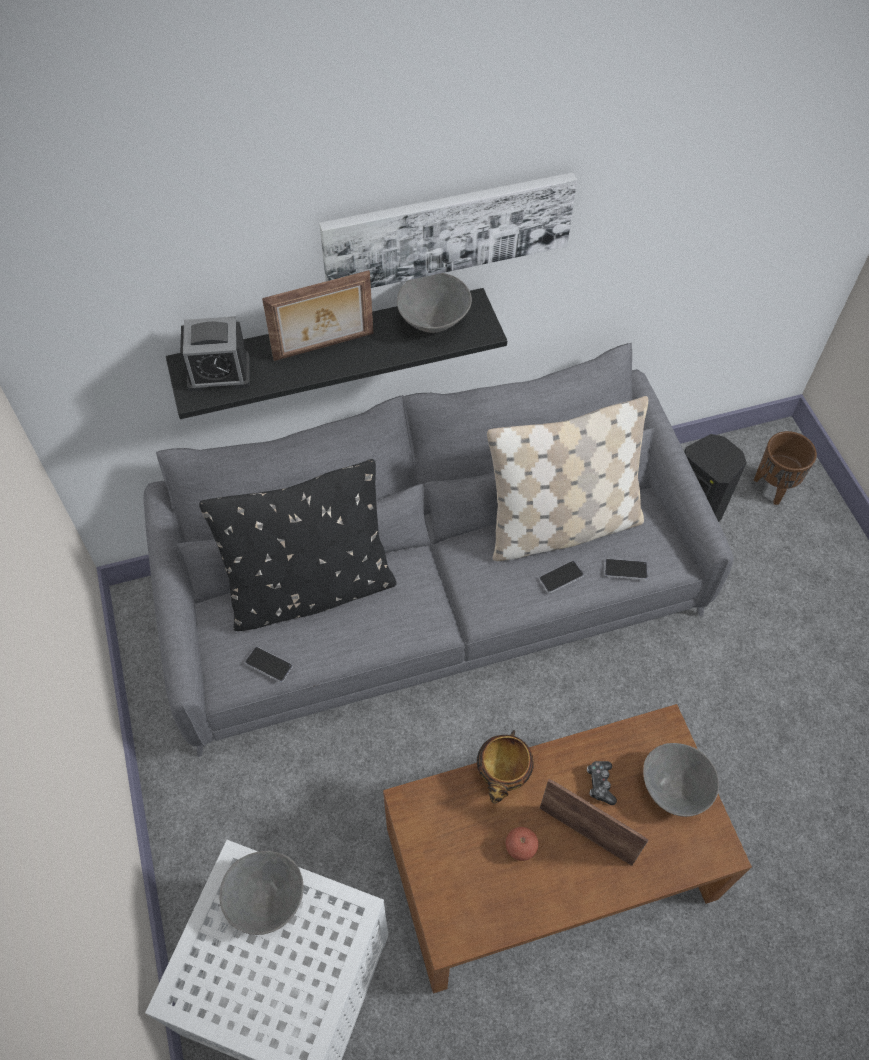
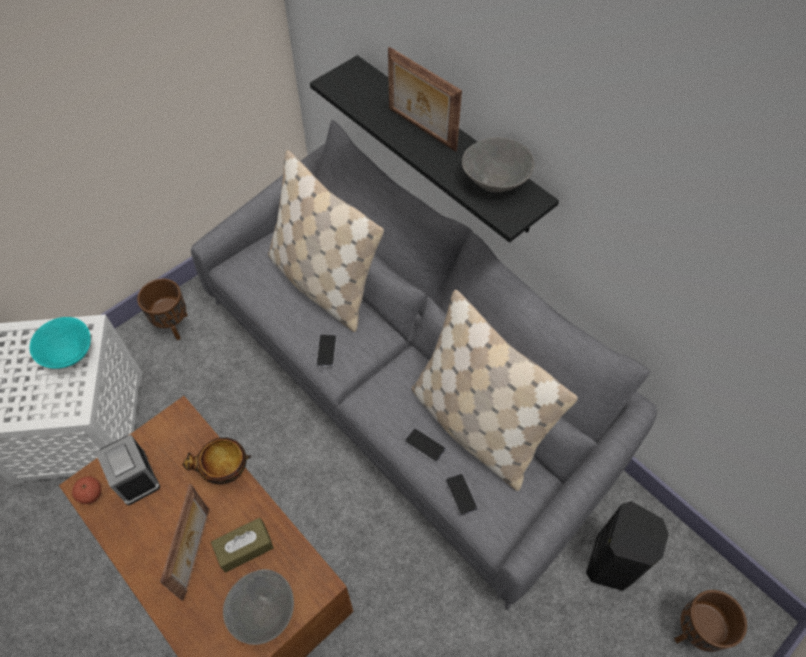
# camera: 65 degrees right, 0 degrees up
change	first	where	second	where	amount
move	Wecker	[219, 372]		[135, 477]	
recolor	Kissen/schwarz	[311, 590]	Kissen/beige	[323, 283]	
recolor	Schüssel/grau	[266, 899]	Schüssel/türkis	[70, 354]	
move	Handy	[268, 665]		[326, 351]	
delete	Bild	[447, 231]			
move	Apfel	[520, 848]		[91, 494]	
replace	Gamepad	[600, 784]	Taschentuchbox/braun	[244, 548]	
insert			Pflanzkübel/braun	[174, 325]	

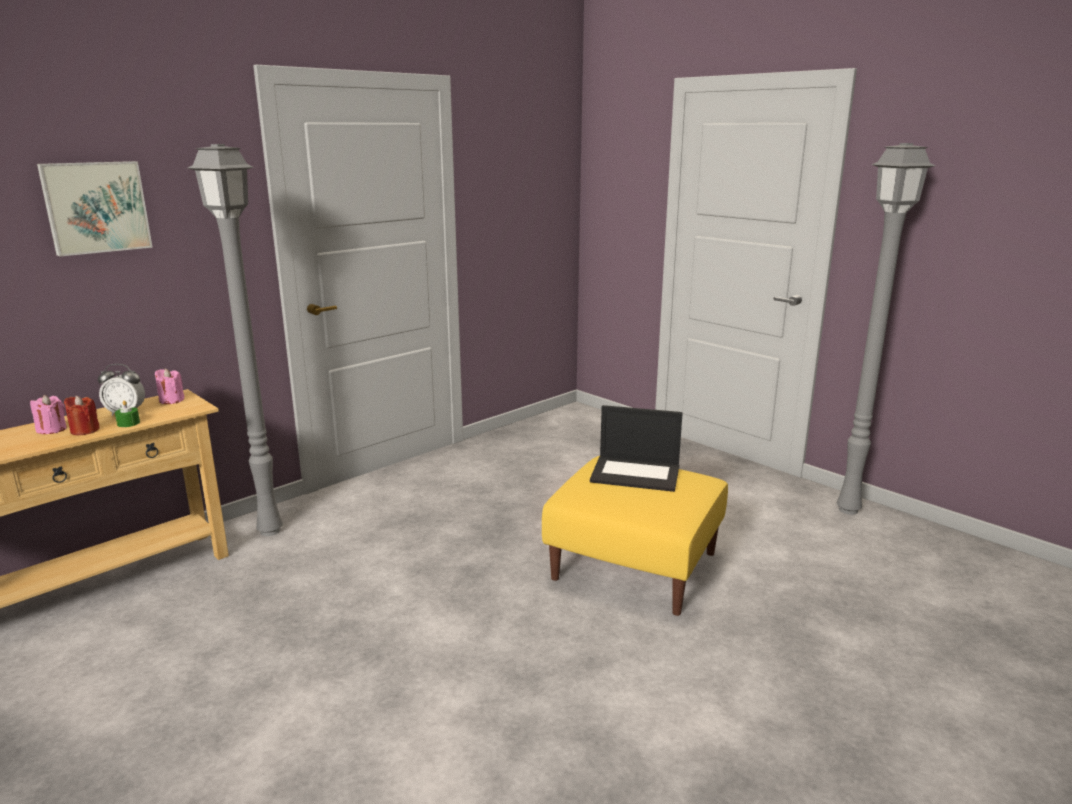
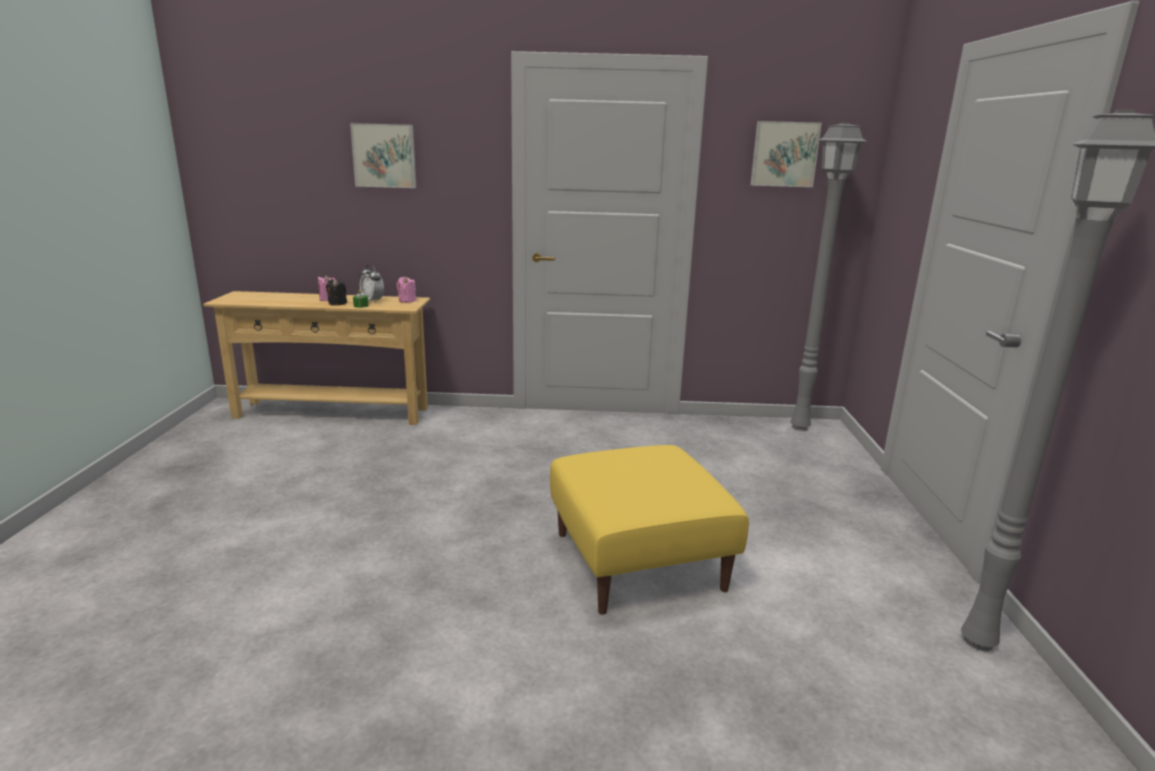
# camera: 45 degrees right, 0 degrees up
change	first	where	second	where	amount
recolor	Kerze/rot	[85, 430]	Kerze/schwarz	[337, 303]	
move	Stehlampe/grau	[272, 530]		[801, 428]	
delete	Laptop	[636, 474]			
insert			Bild	[784, 154]	

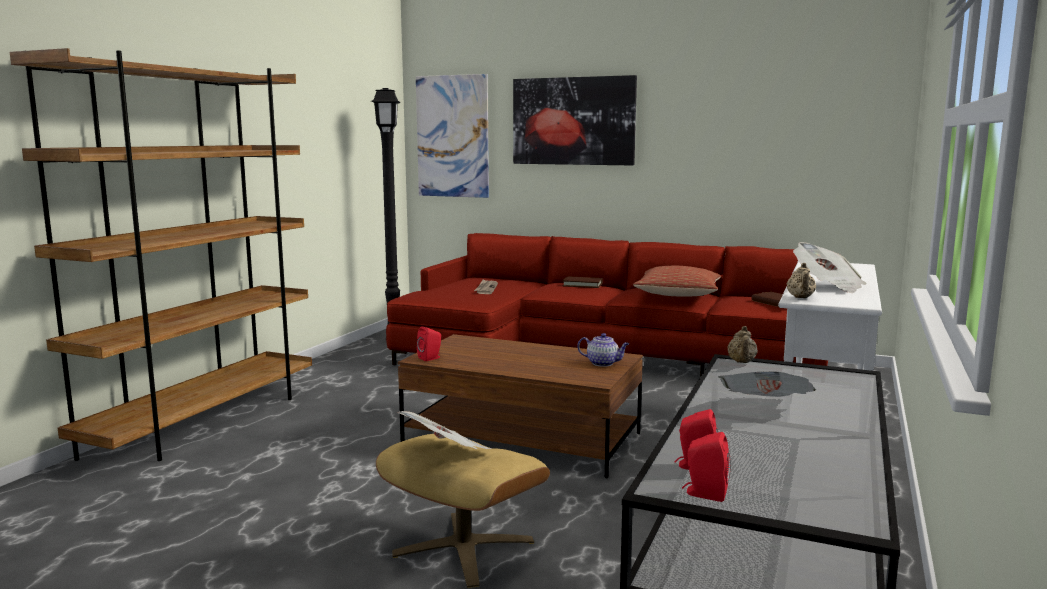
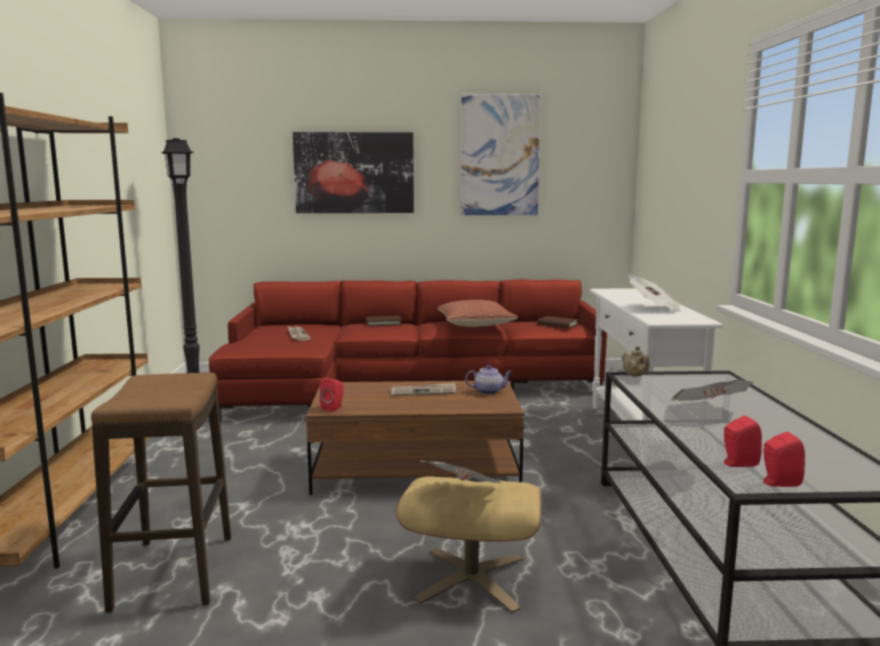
# camera: 25 degrees left, 0 degrees up
change	first	where	second	where	amount
move	Bild	[452, 136]		[500, 155]	
delete	Teekanne/beige	[800, 298]			
insert			Hocker	[174, 572]	
insert			Zeitung	[423, 392]	

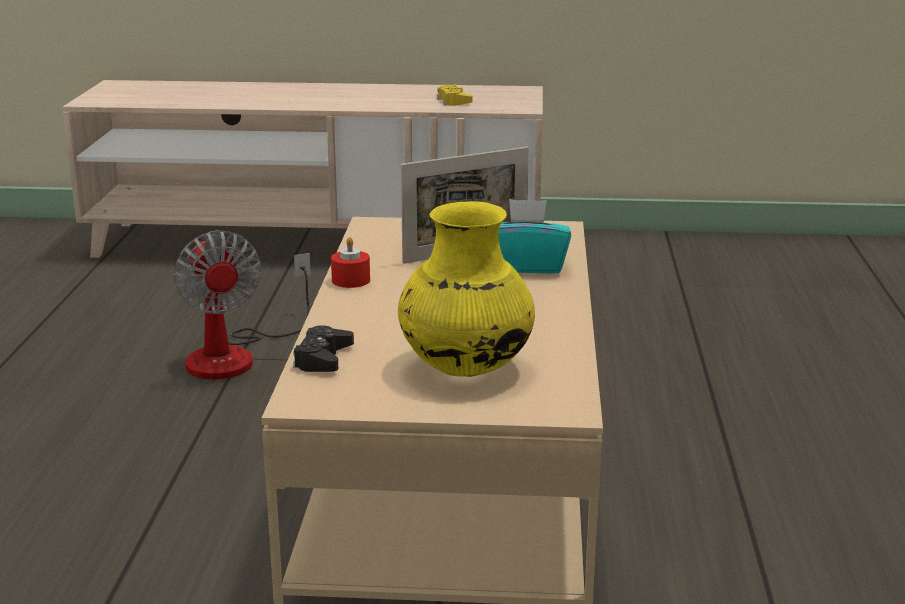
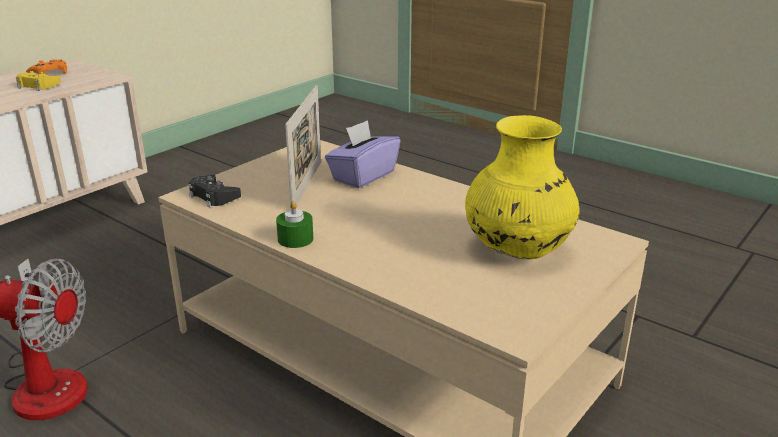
# camera: 55 degrees left, 5 degrees up
change	first	where	second	where	amount
move	Gamepad/schwarz	[323, 359]		[213, 196]	
recolor	Kerze/rot	[351, 280]	Kerze/grün	[295, 239]	
recolor	Taschentuchbox/türkis	[525, 266]	Taschentuchbox/lila	[363, 176]	
insert			Gamepad/orange	[50, 73]	

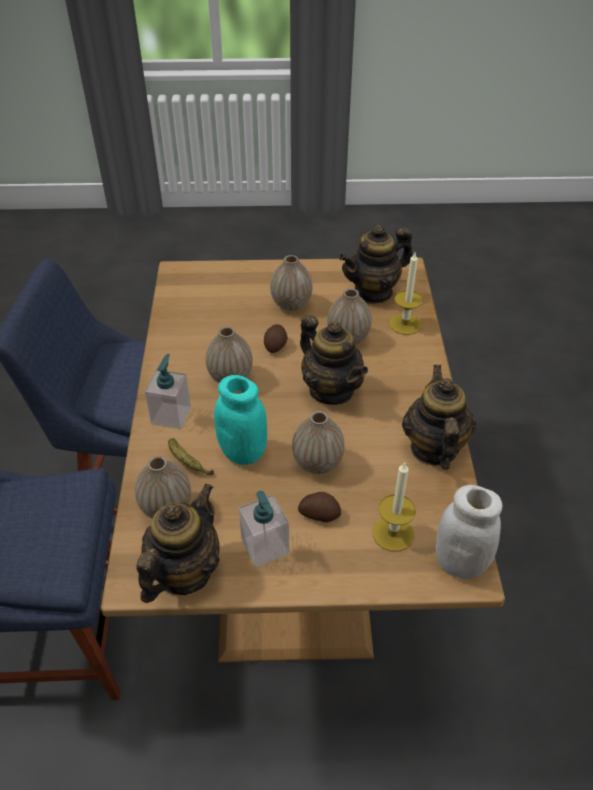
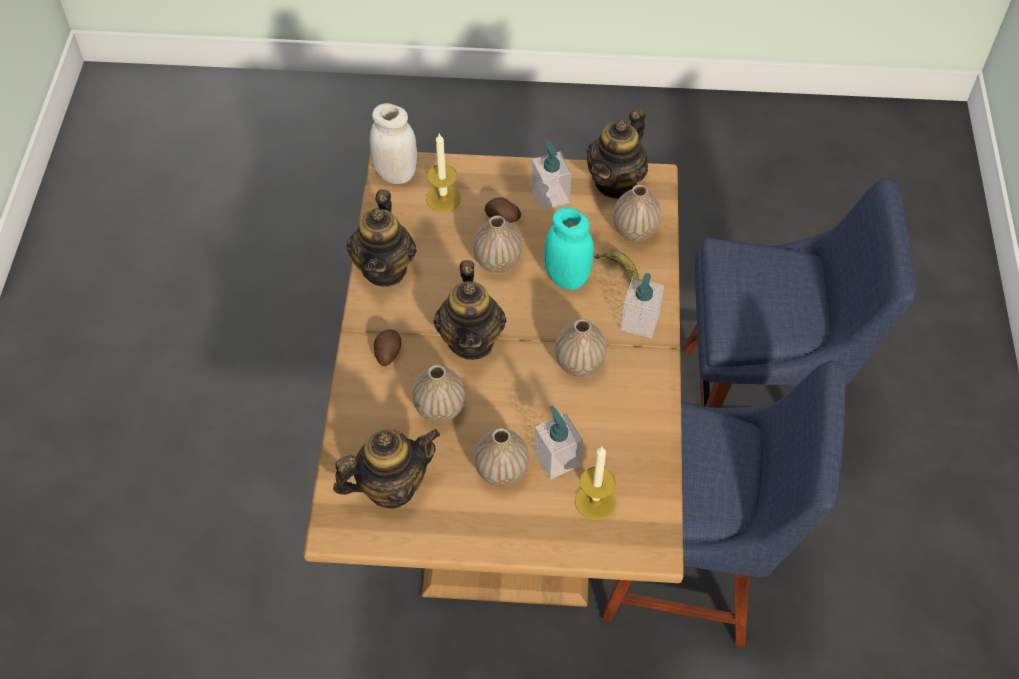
# camera: 175 degrees left, 10 degrees up
change	first	where	second	where	amount
move	Kartoffel	[276, 345]		[387, 352]	
rotate	Teekanne	[331, 390]		[471, 340]	150 degrees counterclockwise
move	Kerze	[405, 324]		[595, 501]	
insert			Seifenspender	[557, 459]	

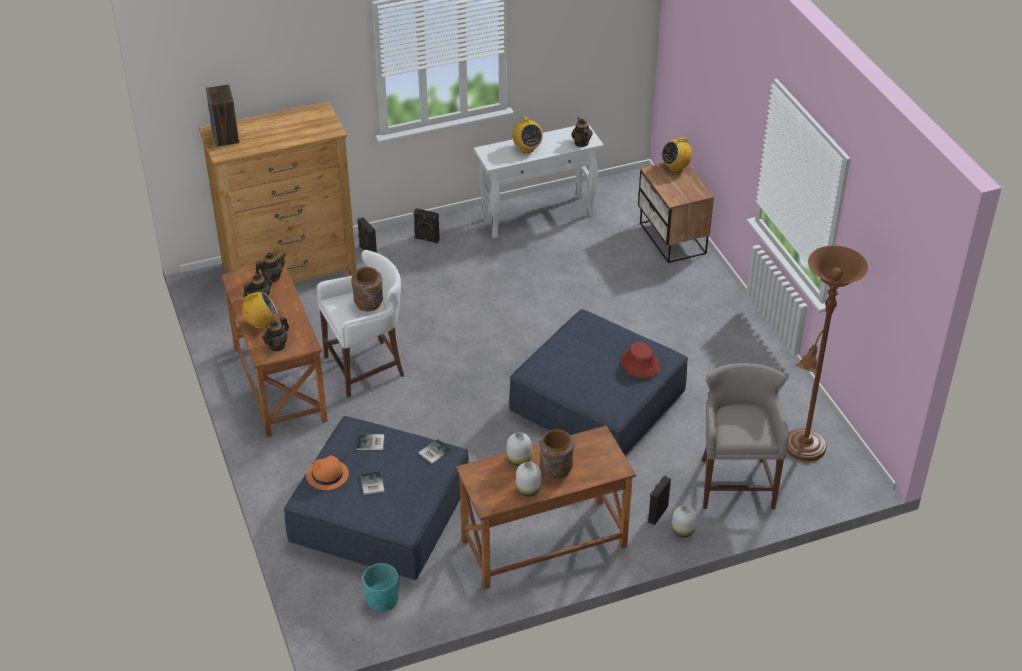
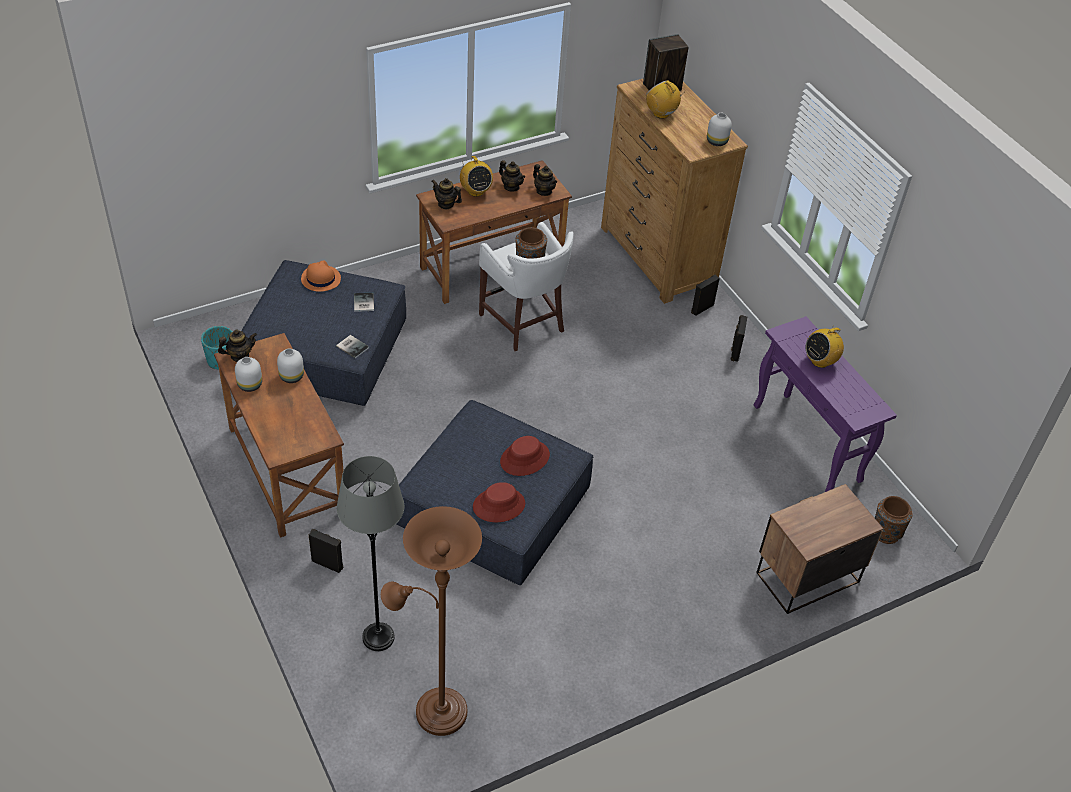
# camera: 80 degrees right, 5 degrees up
change	first	where	second	where	amount
delete	Buch	[371, 484]			
recolor	Konsolentisch/weiß	[538, 216]	Konsolentisch/lila	[807, 444]	
move	Vase/braun	[556, 469]		[885, 532]	
move	Teekanne	[581, 143]		[239, 356]	
move	Radio	[676, 167]		[661, 114]	
move	Vase/weiß	[683, 531]		[716, 142]	
replace	Hocker/grau	[735, 482]	Stehlampe/grau	[378, 637]	
insert			Hut/rot	[525, 458]	

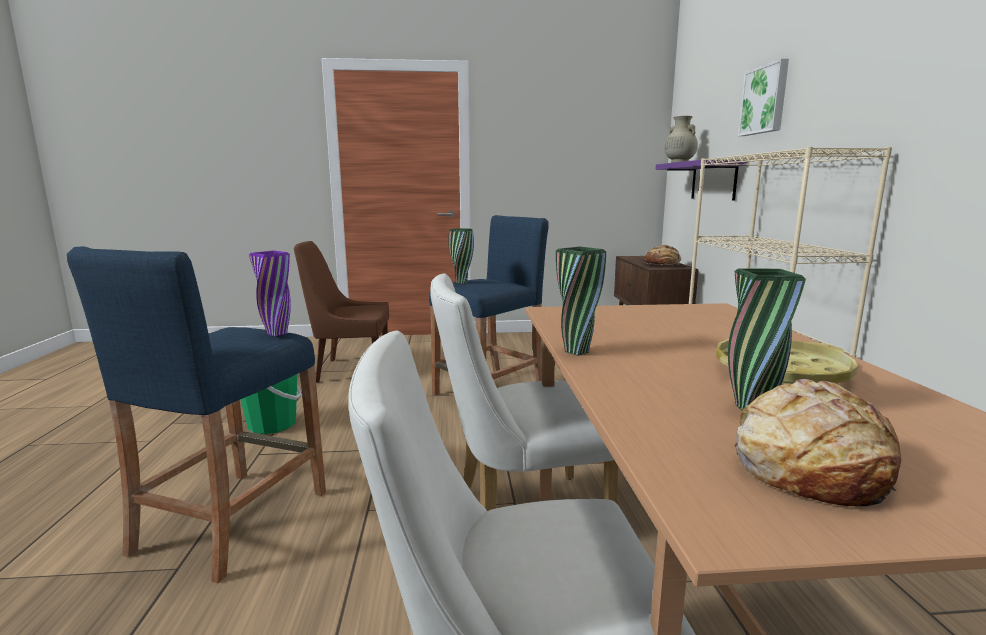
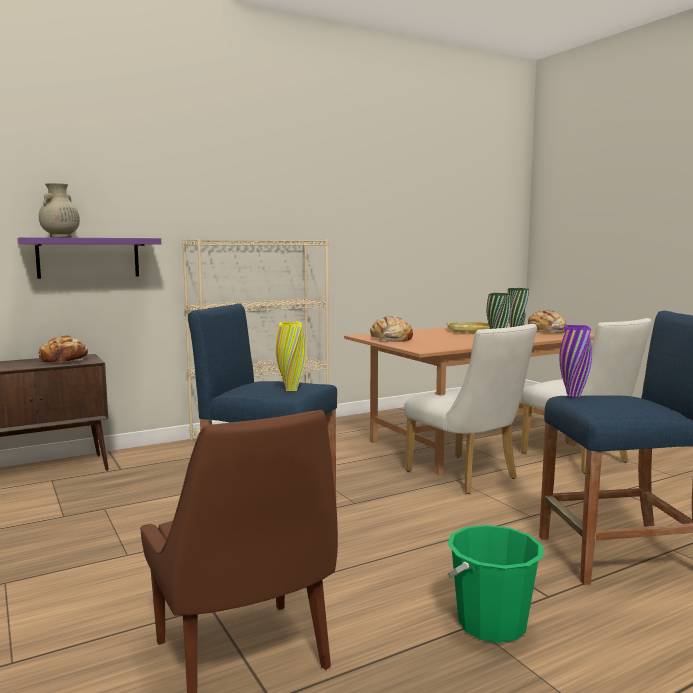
# camera: 115 degrees left, 5 degrees down
change	first	where	second	where	amount
recolor	Vase/grün	[461, 283]	Vase/gelb	[291, 389]	
delete	Bild	[765, 100]			
insert			Brot	[390, 339]	

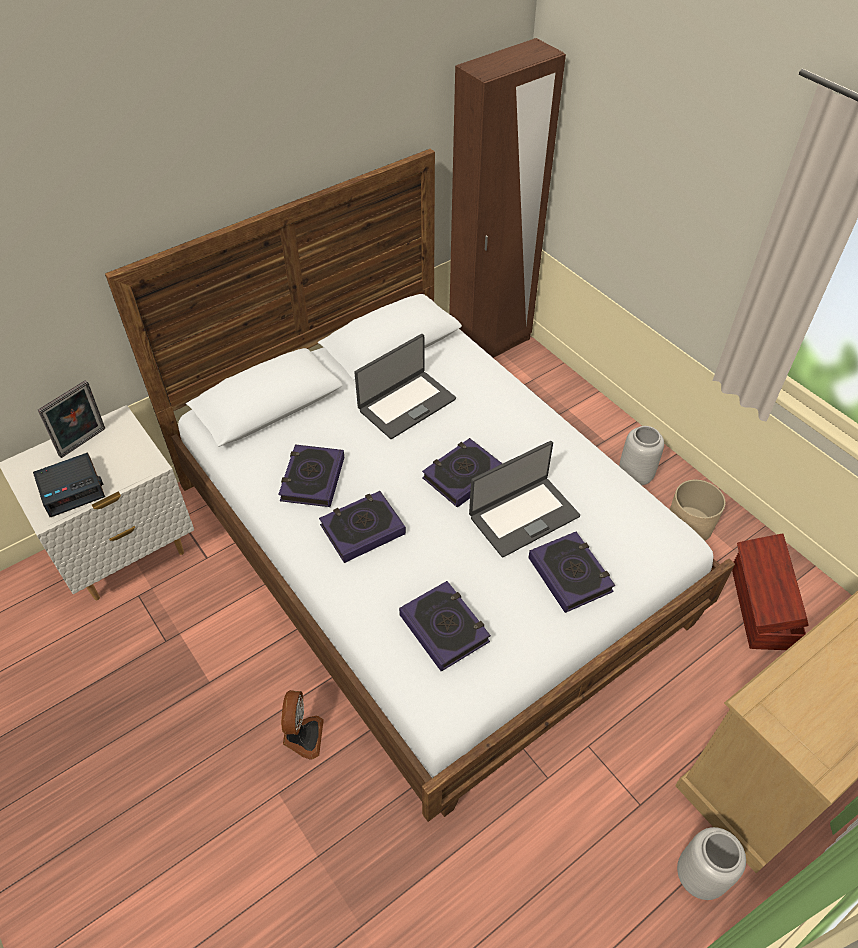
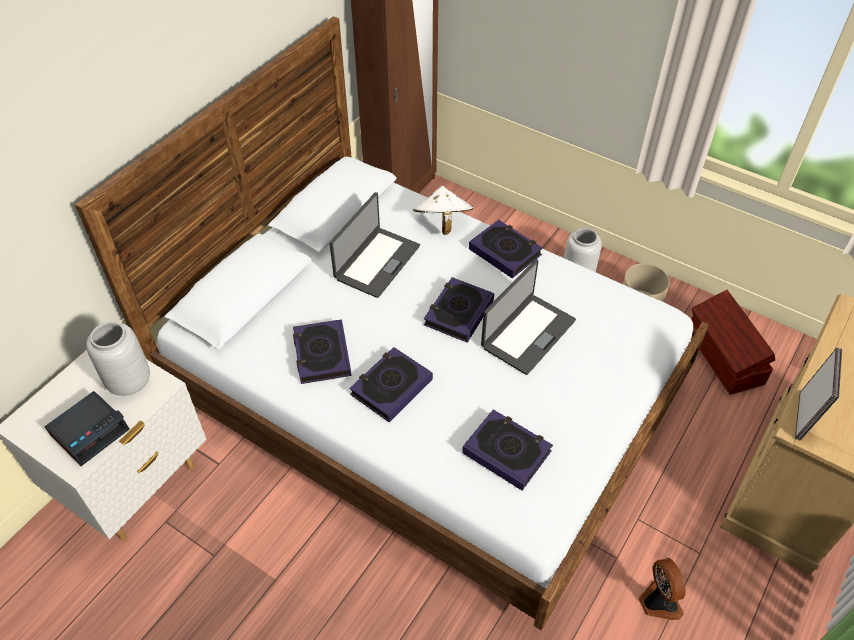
# camera: 20 degrees left, 0 degrees up
change	first	where	second	where	amount
move	Bilderrahmen	[84, 443]		[804, 417]	
move	Ventilator	[302, 736]		[658, 601]	
move	Buch	[570, 574]		[505, 252]	
move	Vase/grau	[700, 877]		[130, 382]	
insert			Hut/weiß	[442, 223]	

